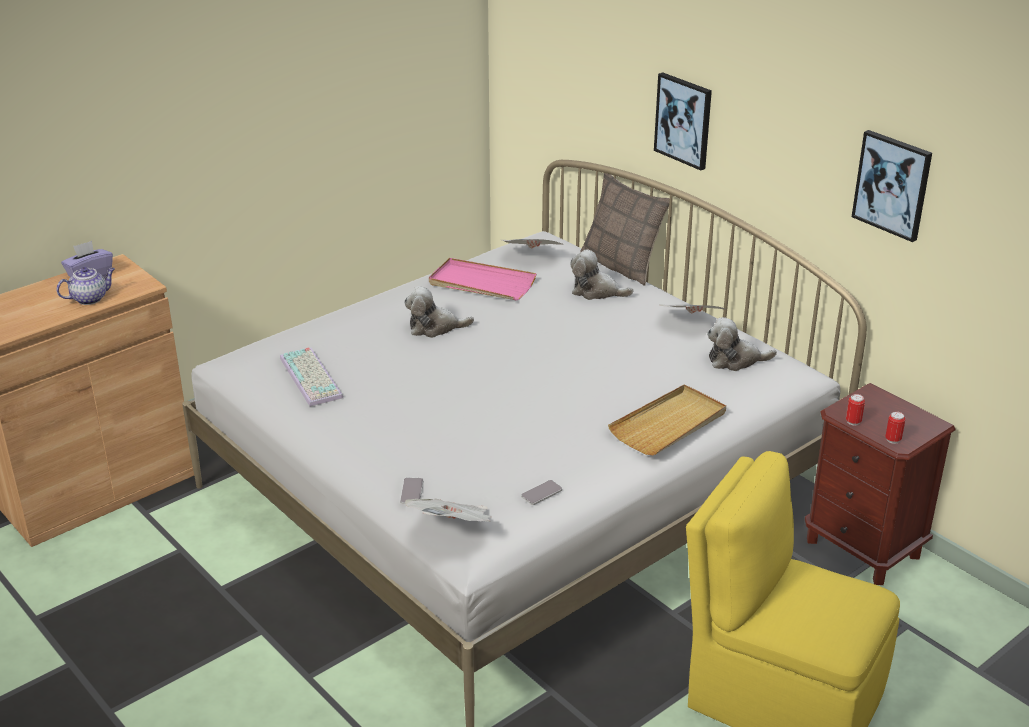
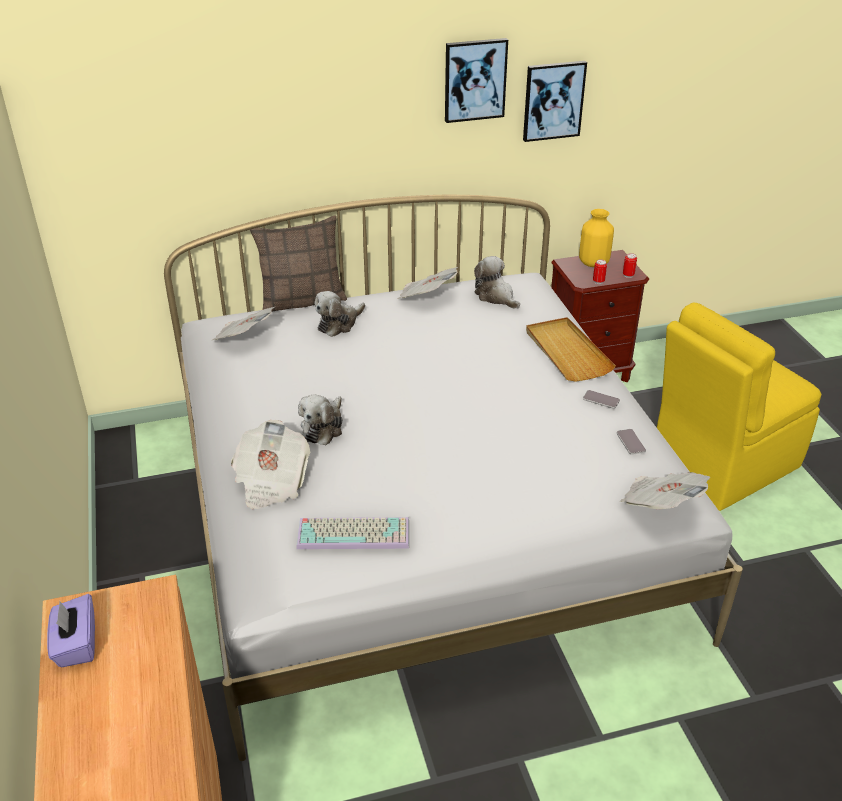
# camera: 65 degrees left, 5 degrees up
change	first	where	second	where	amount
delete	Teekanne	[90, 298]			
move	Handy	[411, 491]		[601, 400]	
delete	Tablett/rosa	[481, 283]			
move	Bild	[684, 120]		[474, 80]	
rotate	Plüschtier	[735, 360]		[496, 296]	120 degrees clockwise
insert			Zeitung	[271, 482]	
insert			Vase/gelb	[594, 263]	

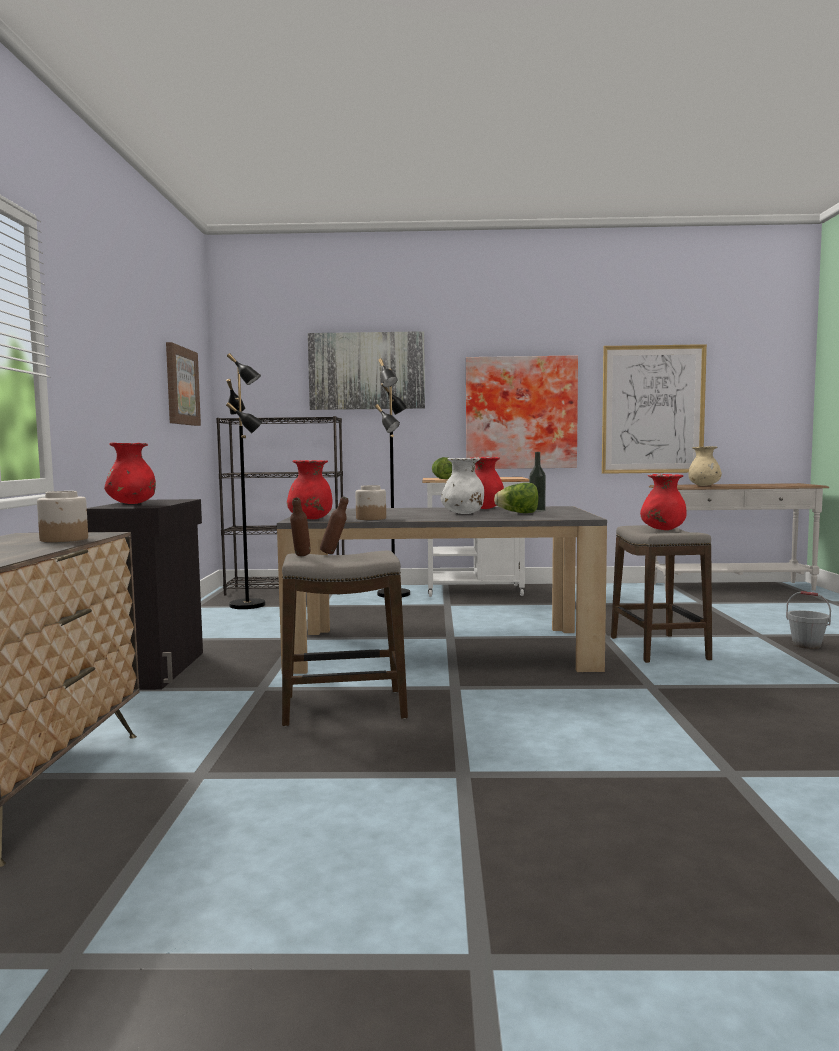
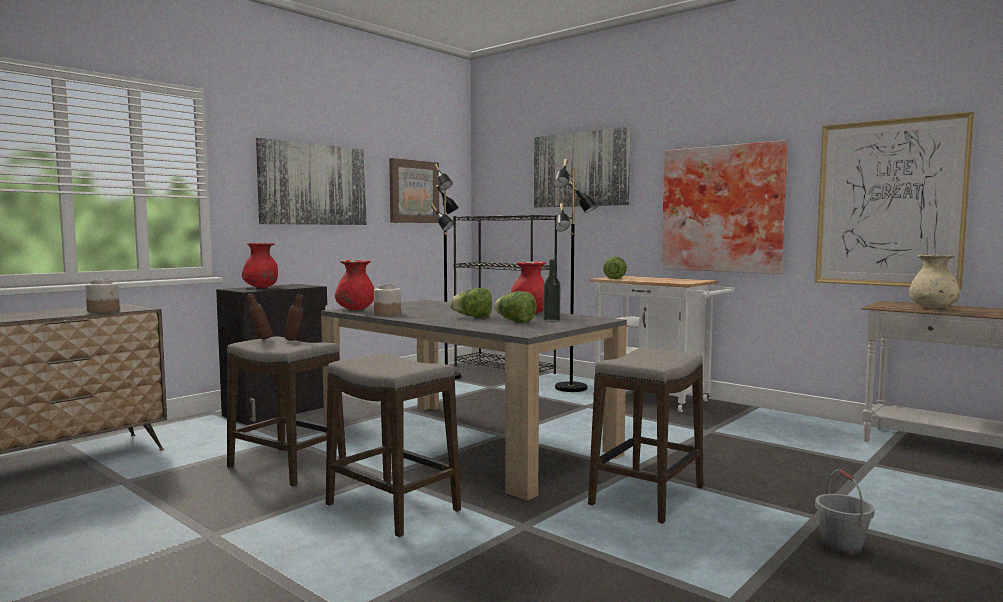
# camera: 40 degrees right, 0 degrees up
change	first	where	second	where	amount
replace	Vase/weiß	[463, 514]	Salatkopf	[473, 317]	
delete	Vase/rot	[662, 529]			
insert			Bild	[313, 184]	
insert			Hocker	[392, 508]	

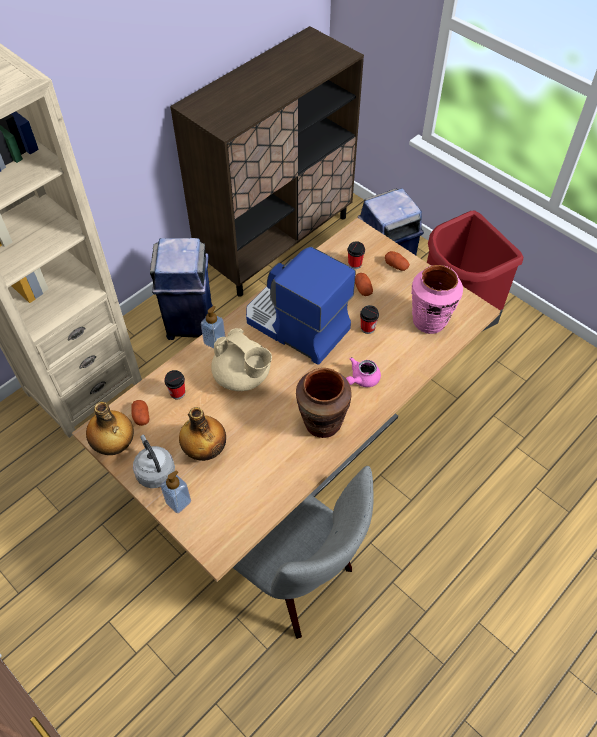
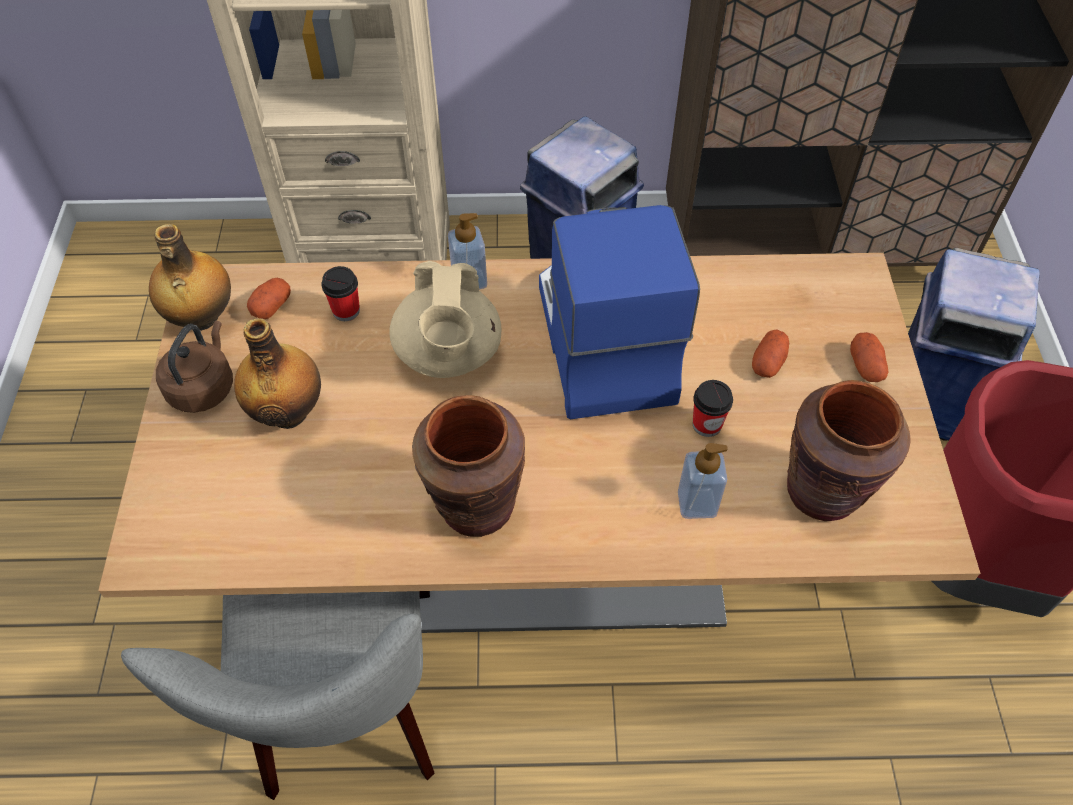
# camera: 45 degrees right, 0 degrees up
change	first	where	second	where	amount
recolor	Wasserkessel/grau	[155, 471]	Wasserkessel/braun	[203, 387]	
move	Seifenspender	[178, 502]		[697, 503]	
delete	Teekanne/rosa	[362, 379]			
delete	Tasse	[355, 264]			
recolor	Vase/rosa	[429, 321]	Vase/braun	[823, 491]	

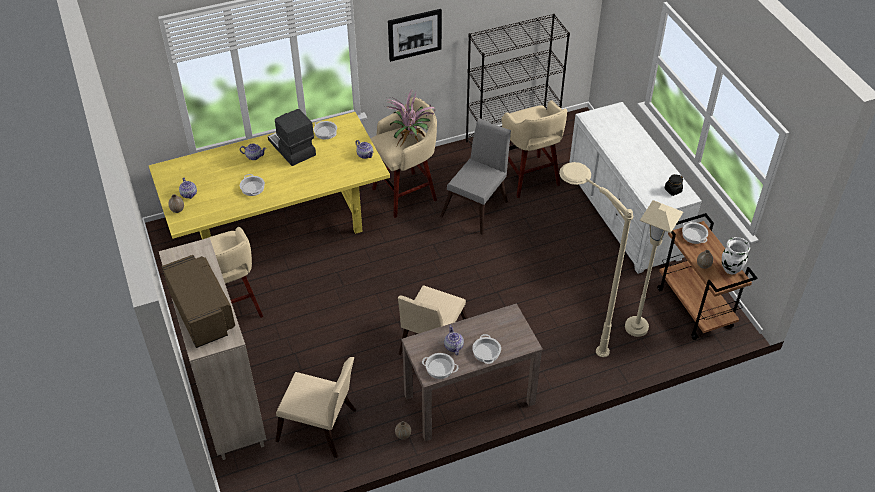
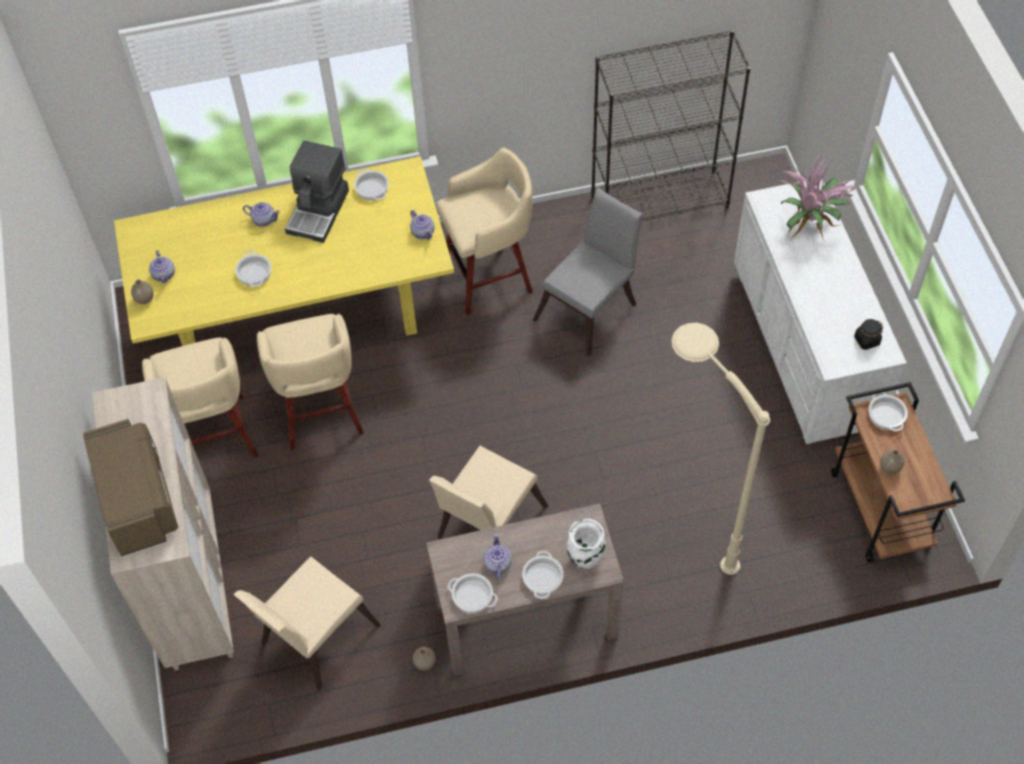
# camera: 10 degrees right, 10 degrees up
change	first	where	second	where	amount
rotate	Kaffeemaschine	[291, 148]		[319, 211]	135 degrees counterclockwise
rotate	Stuhl/beige	[321, 428]		[314, 639]	105 degrees clockwise
move	Topfpflanze	[411, 138]		[810, 224]	
delete	Bild	[414, 34]			
move	Hocker/beige	[529, 178]		[320, 414]	
delete	Stehlampe/beige	[636, 327]			
move	Vase/weiß	[730, 269]		[585, 559]	

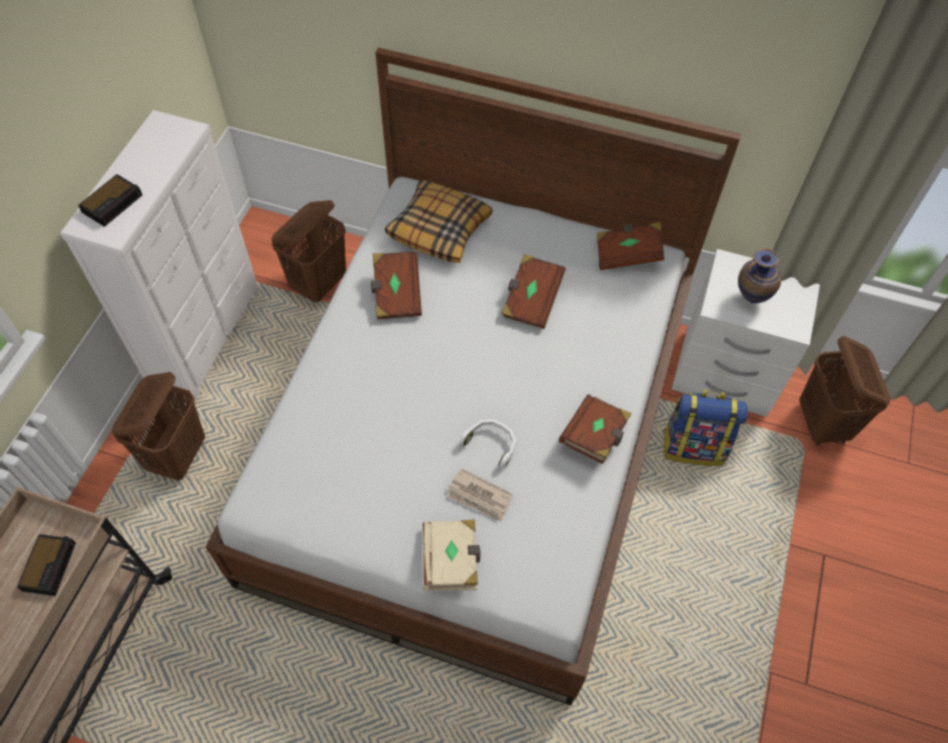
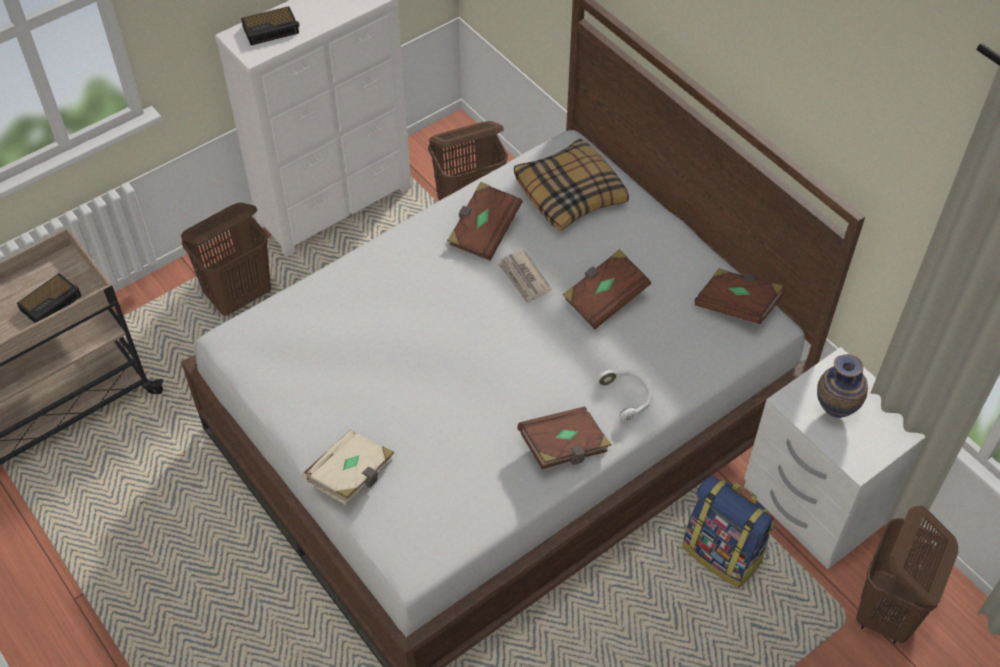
# camera: 35 degrees right, 5 degrees down
change	first	where	second	where	amount
move	Zeitung	[479, 497]		[524, 278]	
move	Kopfhörer/weiß	[492, 443]		[627, 397]	

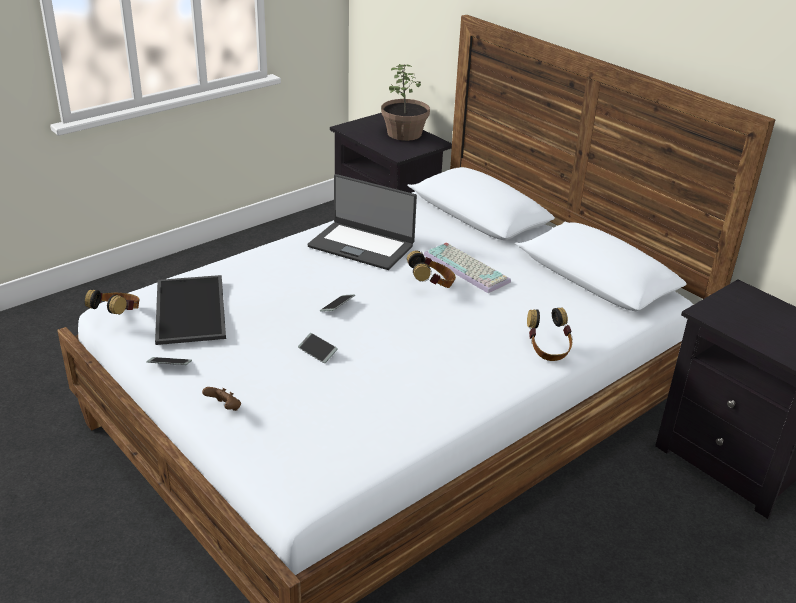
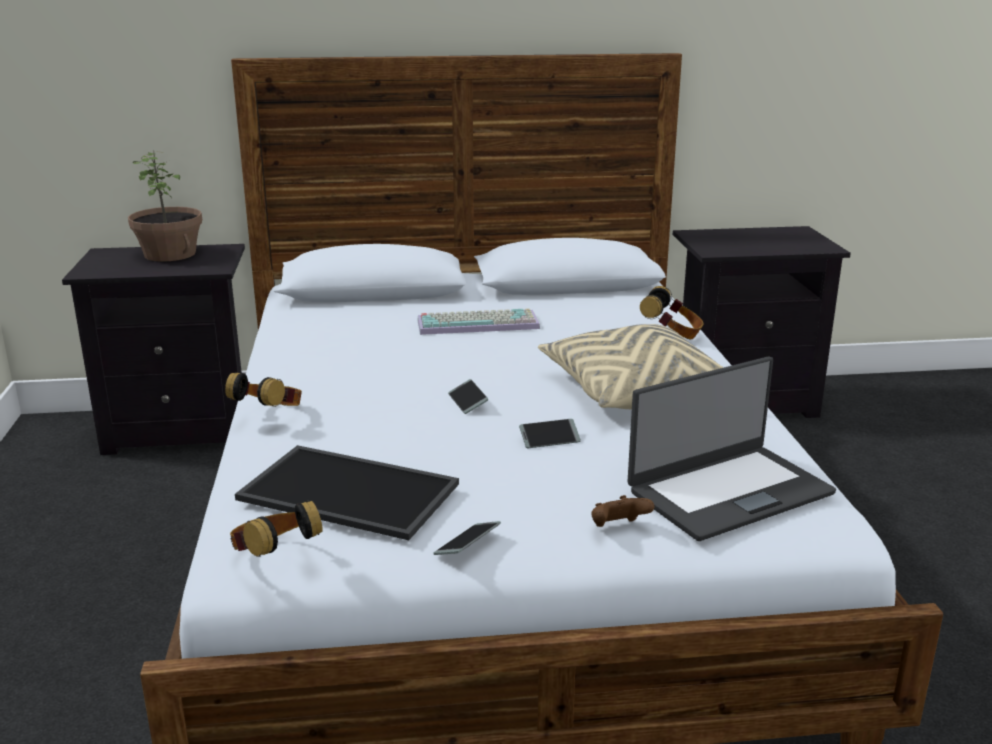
# camera: 55 degrees left, 10 degrees down
change	first	where	second	where	amount
move	Laptop	[361, 245]		[728, 491]	
move	Kopfhörer	[431, 285]		[270, 415]	
insert			Kissen/beige	[632, 390]	

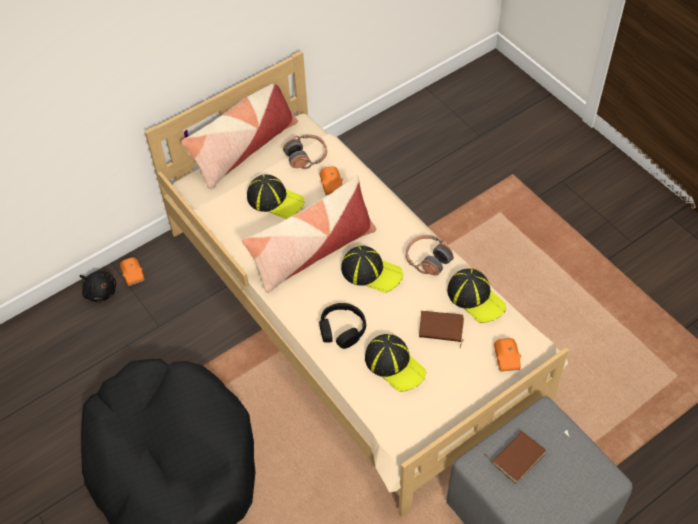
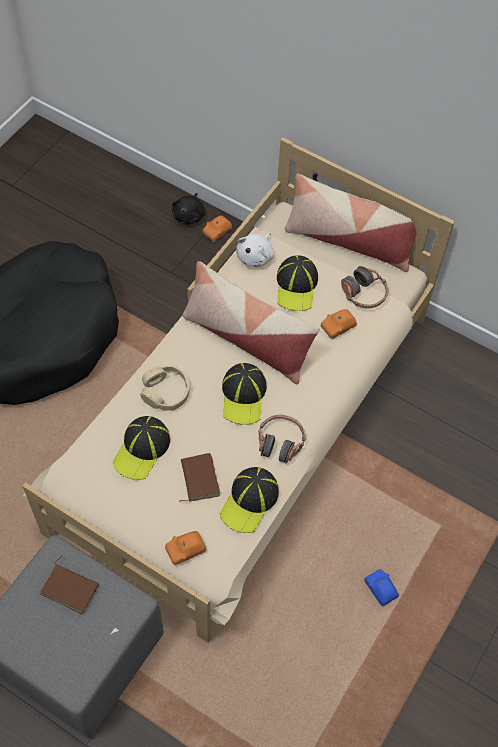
# camera: 65 degrees right, 5 degrees up
change	first	where	second	where	amount
recolor	Kopfhörer/schwarz	[342, 329]	Kopfhörer/beige	[165, 392]	
insert			Plüschtier/weiß	[256, 256]	
insert			Spielzeugauto/blau	[380, 589]	

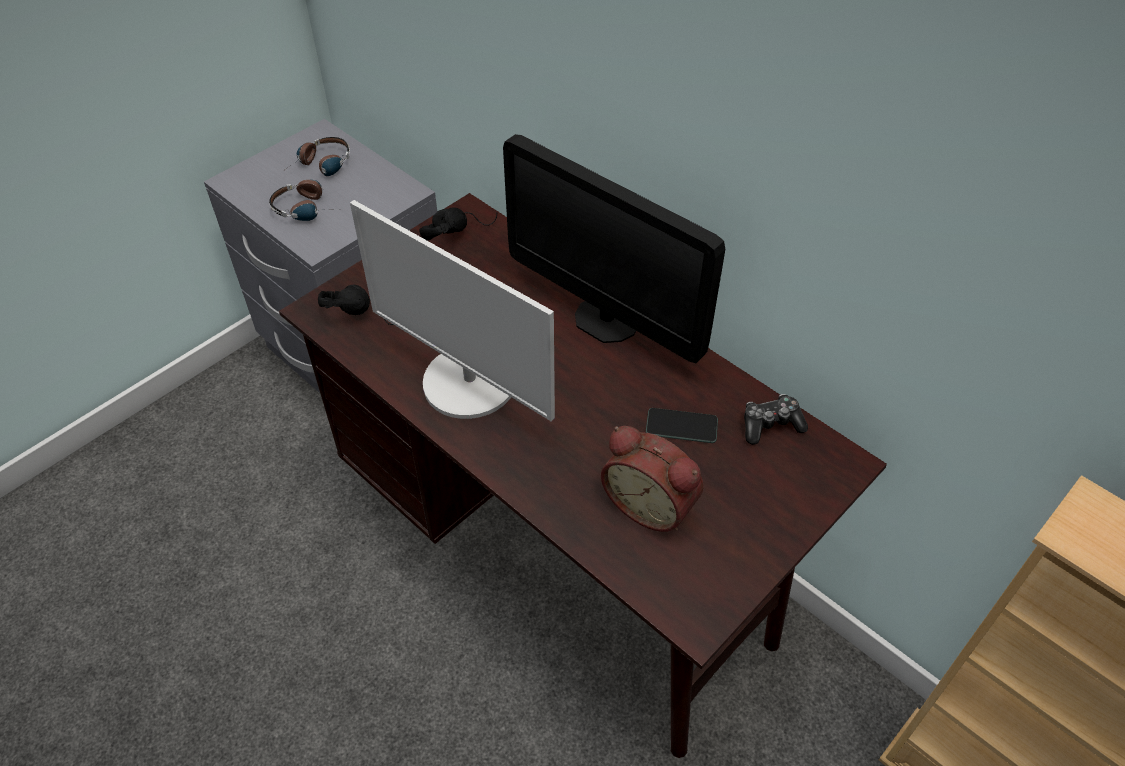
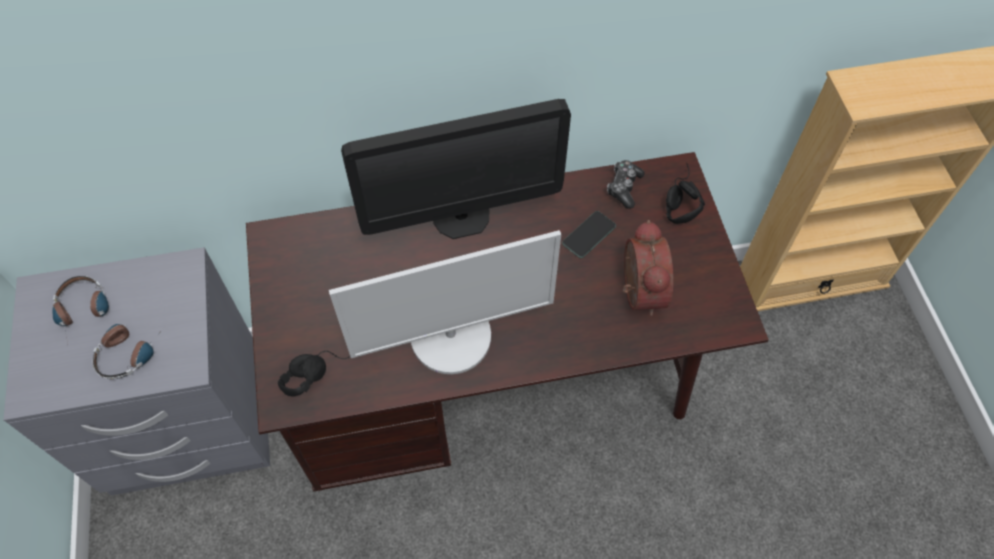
# camera: 55 degrees left, 10 degrees up
change	first	where	second	where	amount
move	Kopfhörer/schwarz	[457, 230]		[677, 198]	
rotate	Wecker	[651, 504]		[637, 291]	75 degrees counterclockwise

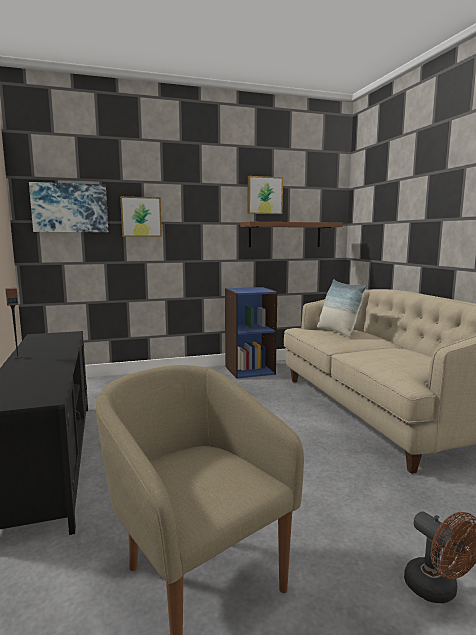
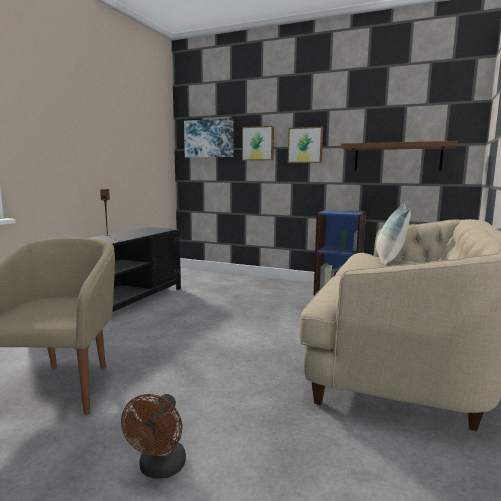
# camera: 40 degrees right, 0 degrees up
change	first	where	second	where	amount
move	Bild	[264, 195]		[305, 145]	

